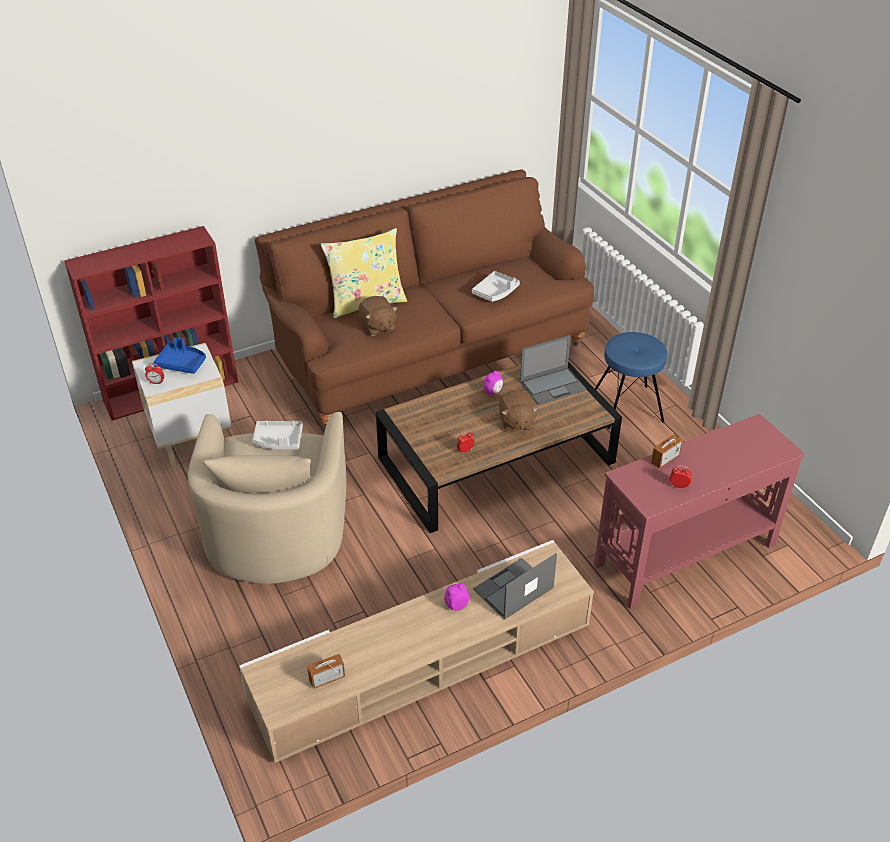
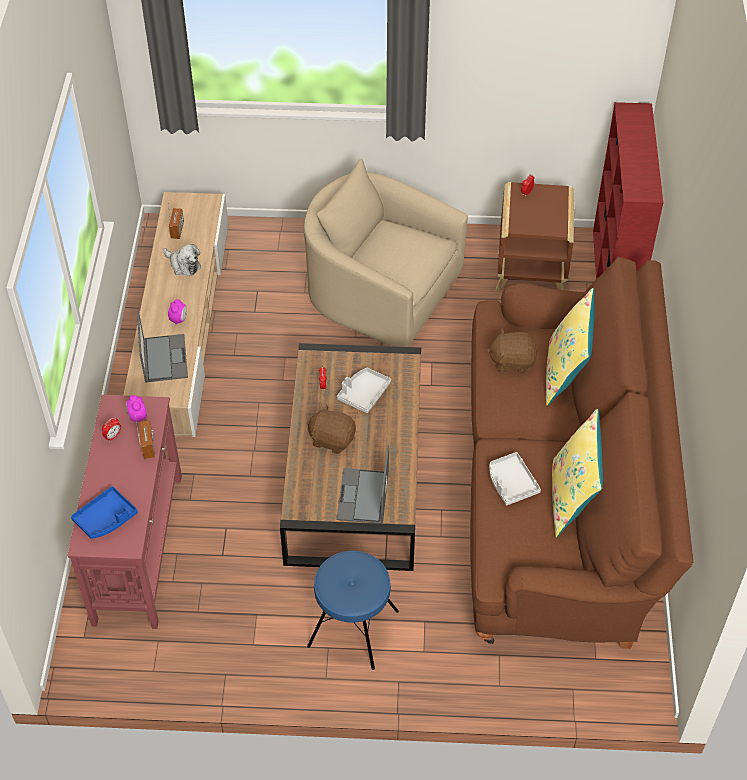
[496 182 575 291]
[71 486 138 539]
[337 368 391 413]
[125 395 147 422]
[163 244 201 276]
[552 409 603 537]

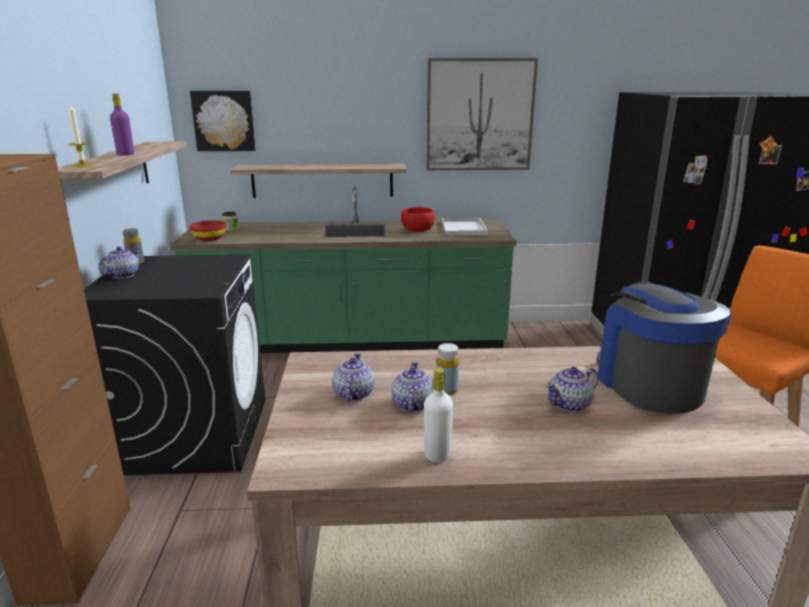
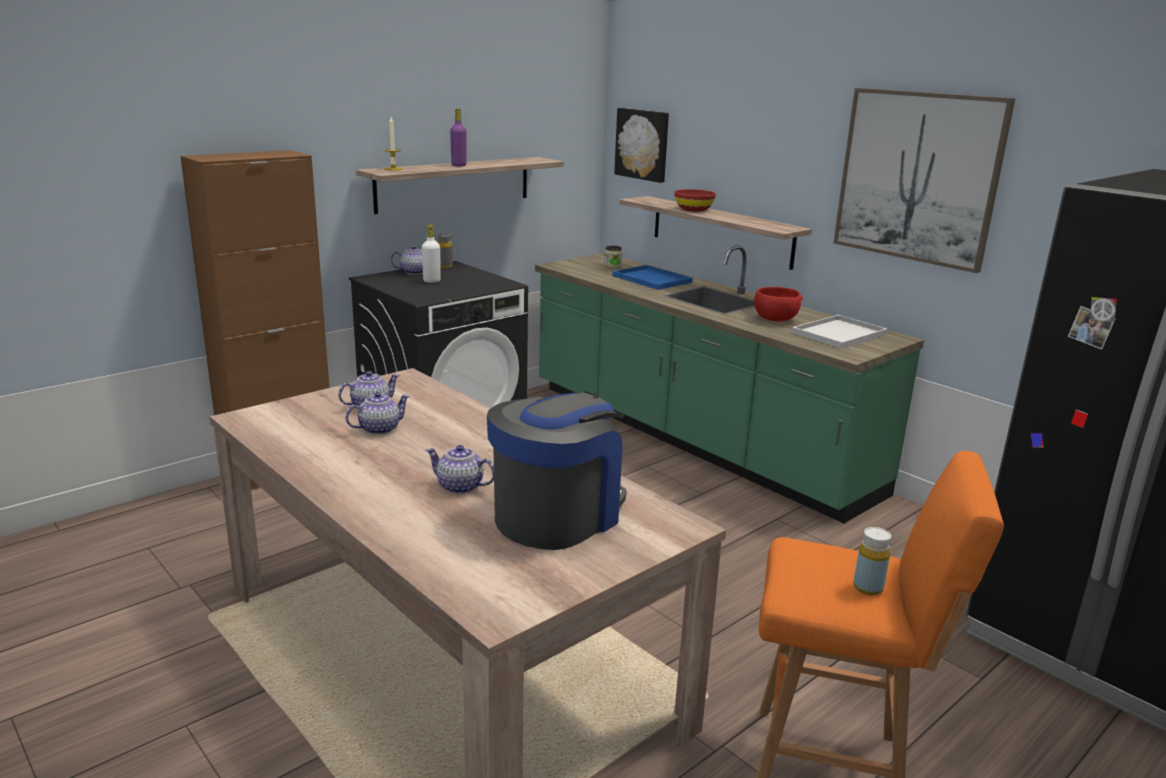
[675 189 716 212]
[422 225 441 283]
[853 527 891 595]
[613 265 693 290]

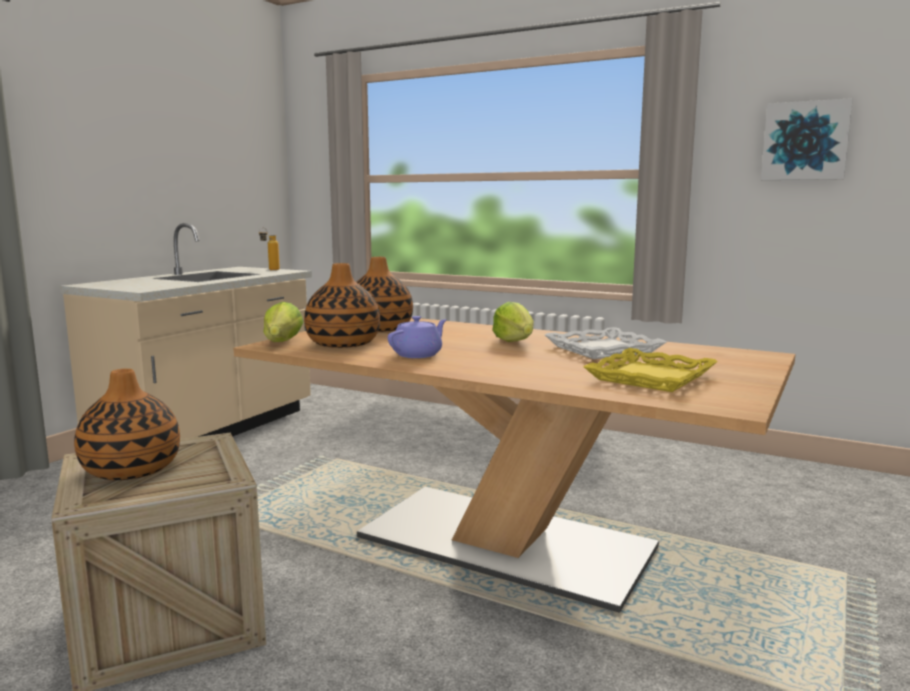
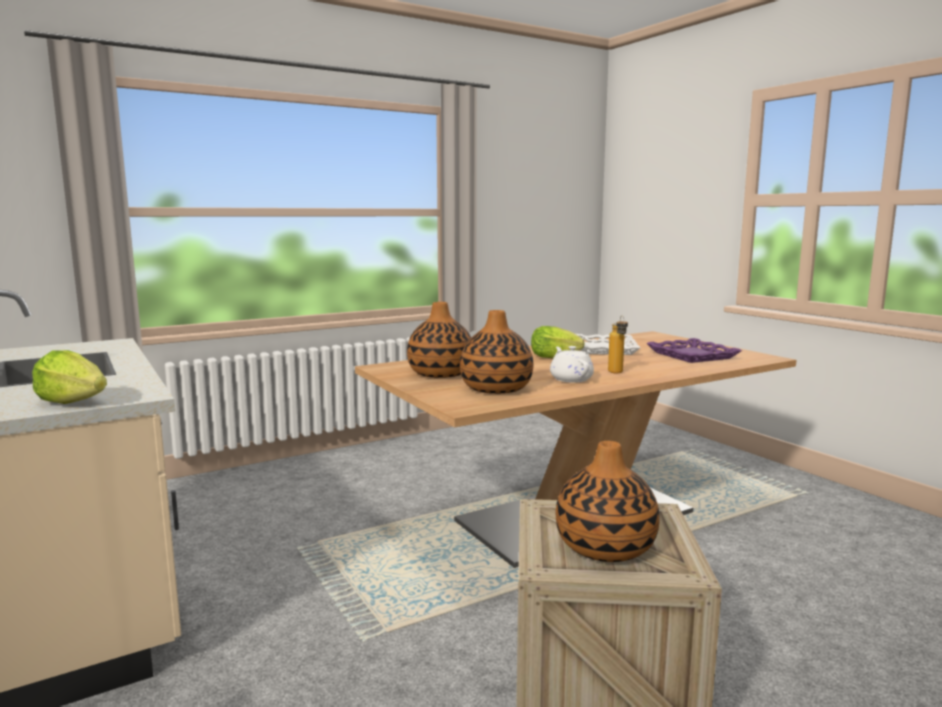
[608 315 628 373]
[32 350 107 404]
[550 346 594 383]
[646 338 742 363]
[761 98 853 180] (first image)

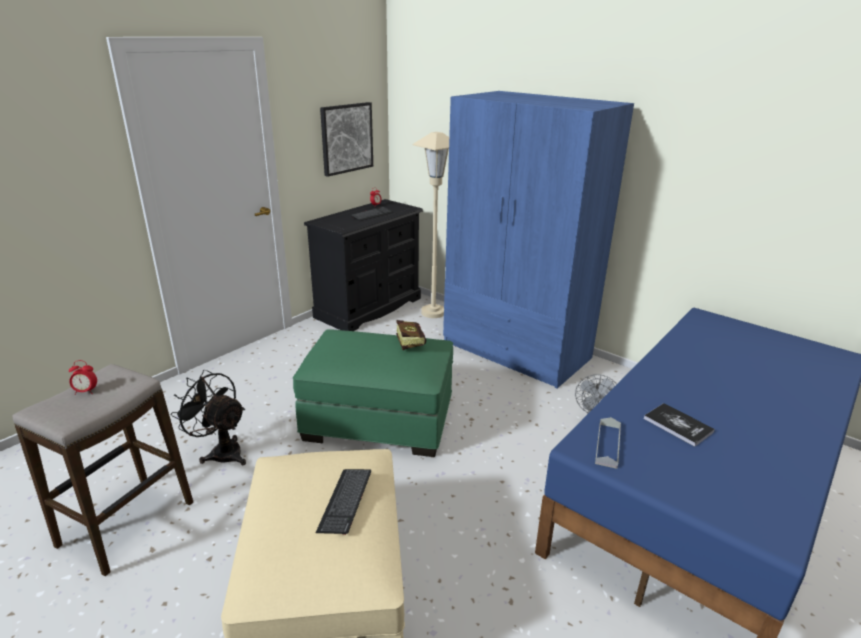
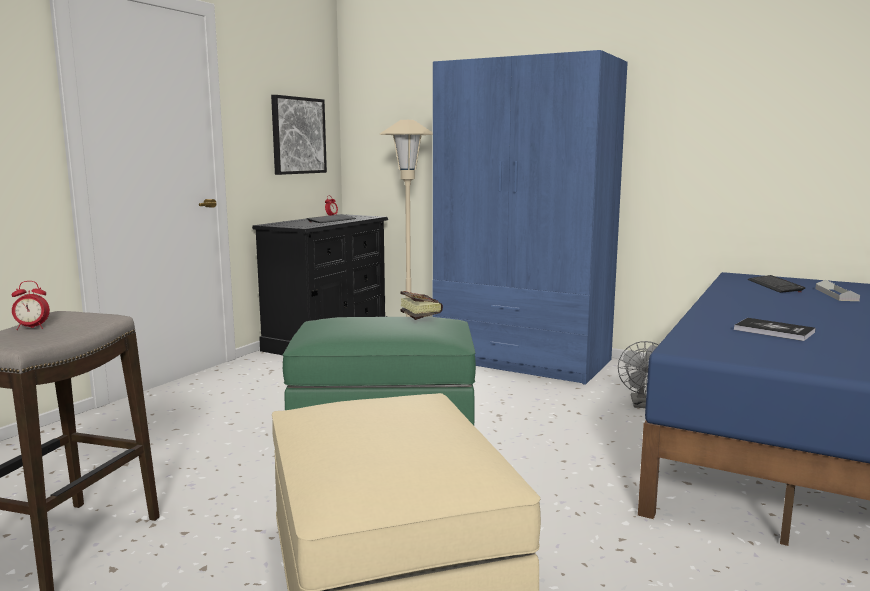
[171 369 246 465] (first image)
[747 275 805 293]
[815 280 860 301]

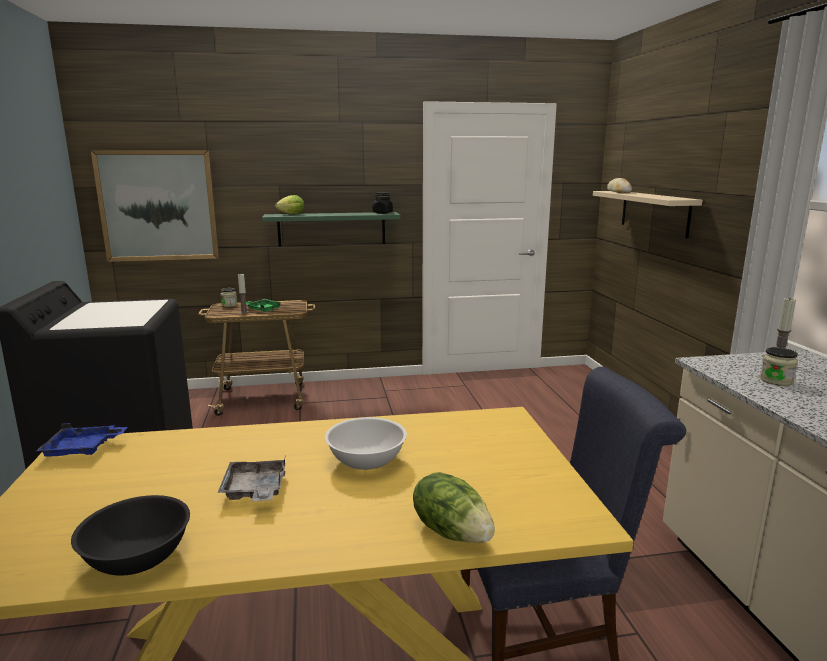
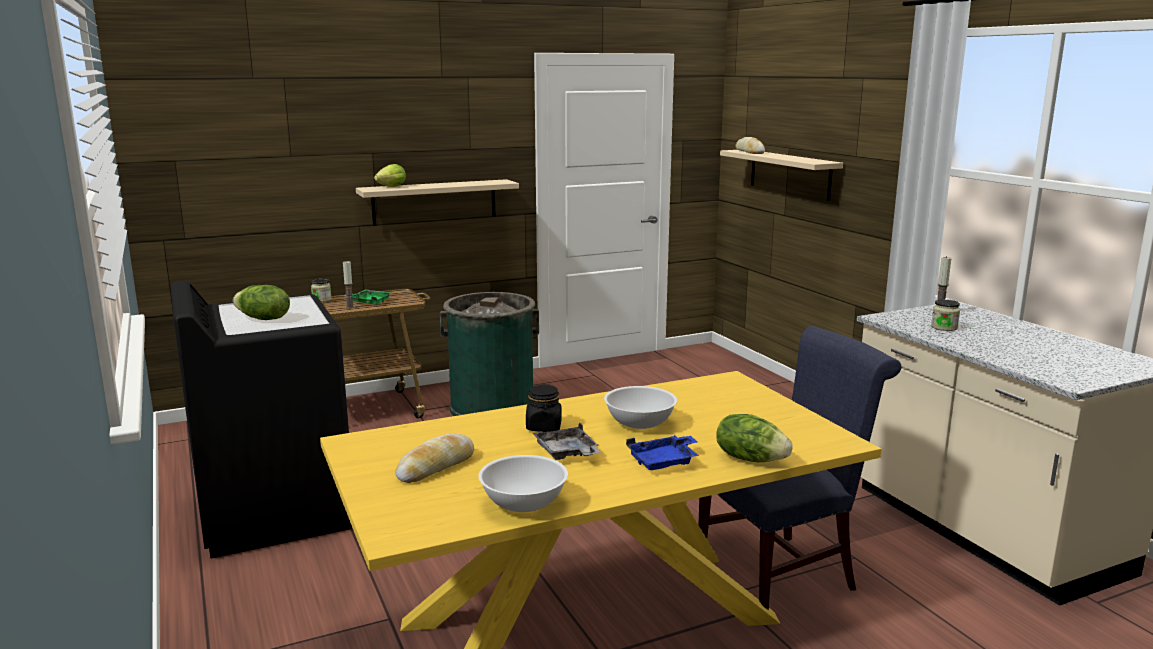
[626 436 699 470]
[478 455 568 512]
[91 150 219 262] (first image)
[356 179 519 226]
[526 384 562 432]
[233 285 290 320]
[395 433 474 483]
[440 292 539 416]

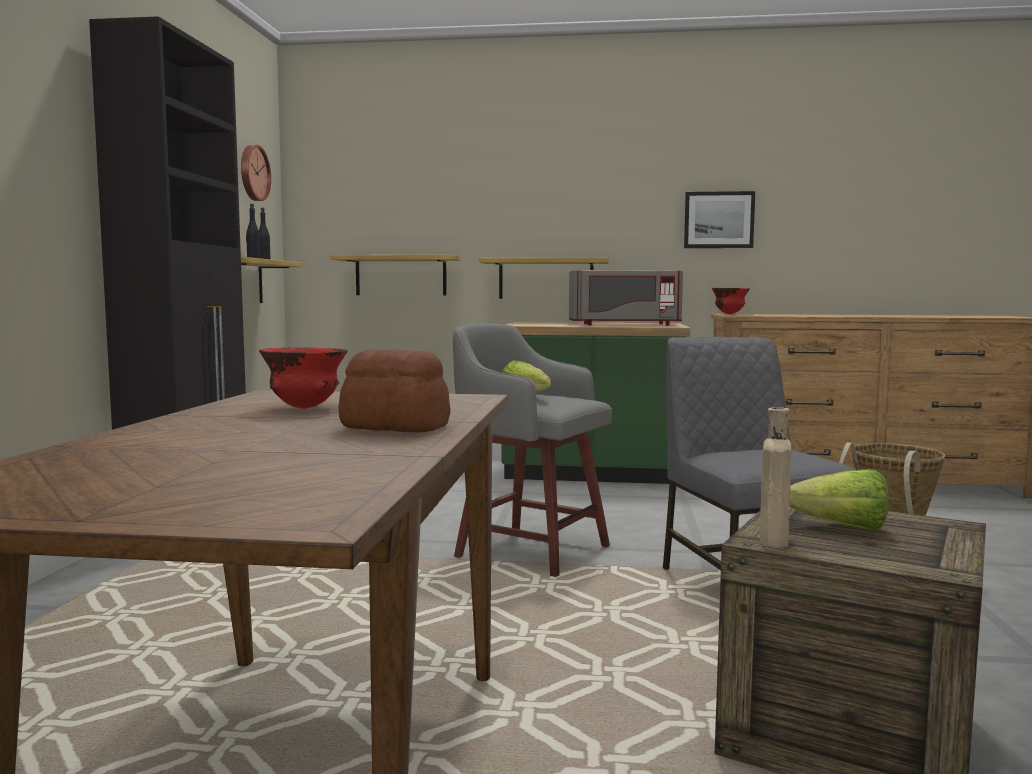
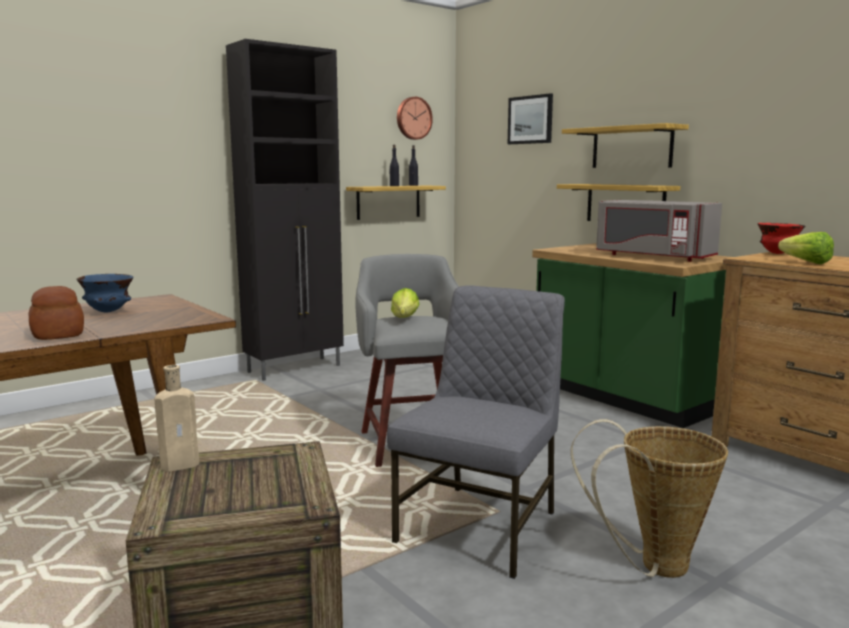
[76 274 133 313]
[562 123 689 168]
[508 93 553 144]
[778 232 834 264]

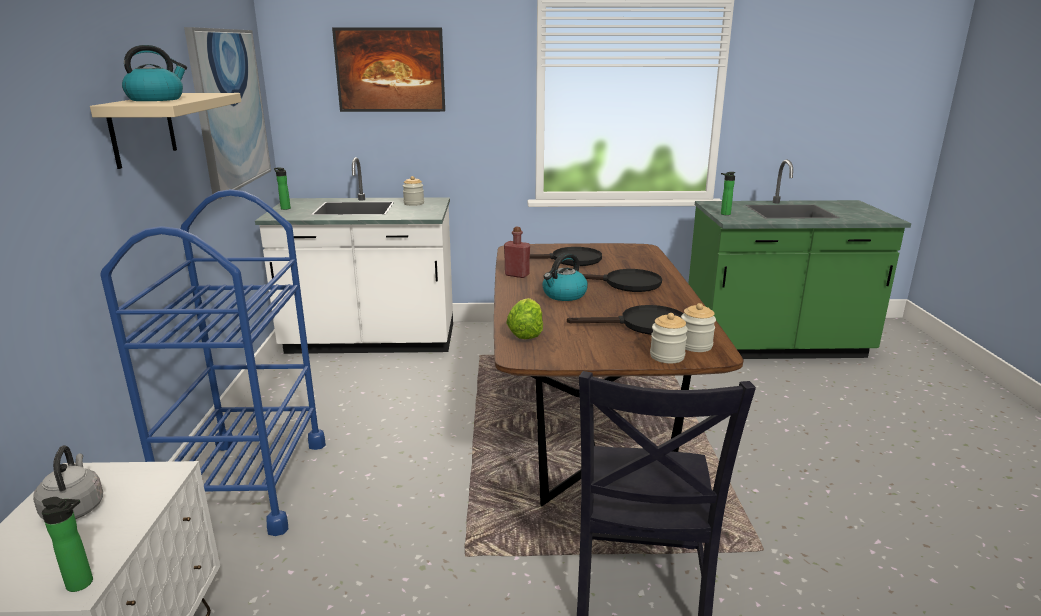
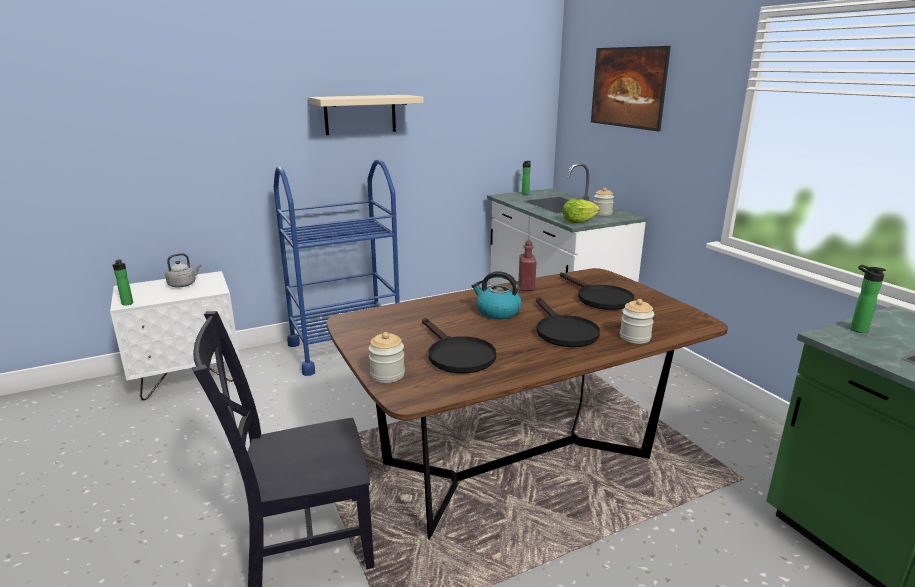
[122 45 187 101] (first image)
[184 27 271 199] (first image)
[563 199 600 223]
[620 299 654 344]

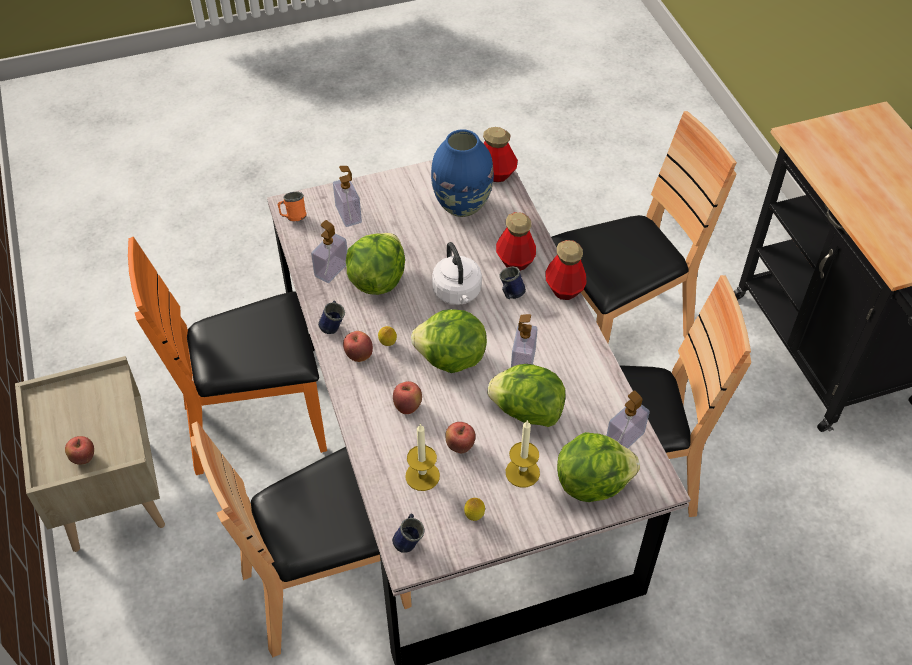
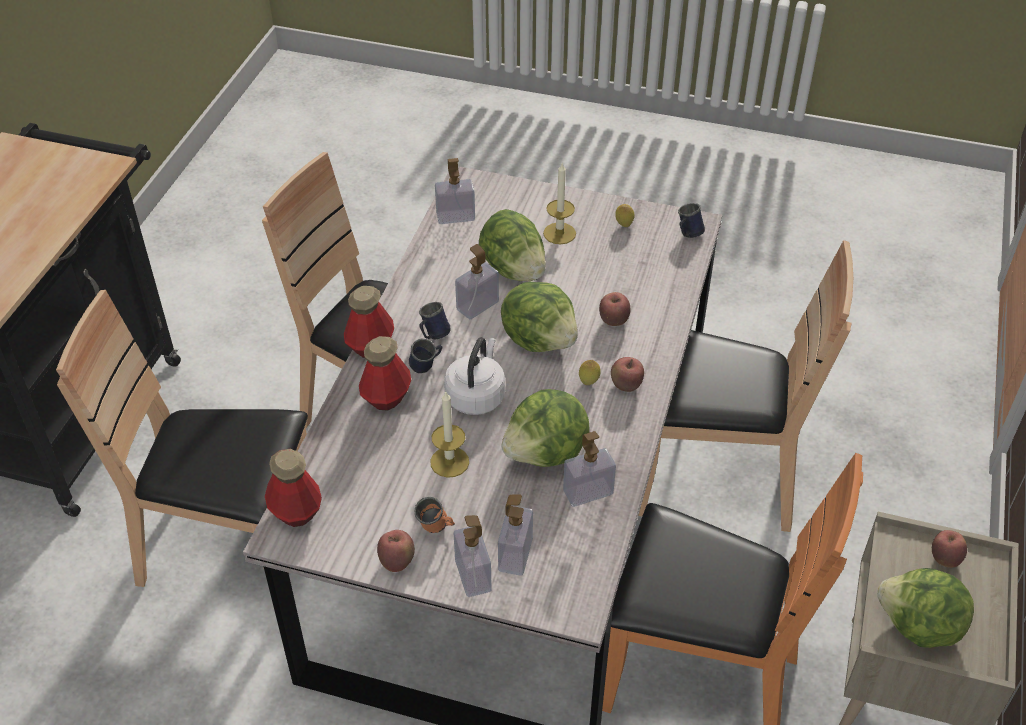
[415 497 455 533]
[419 302 451 339]
[430 392 469 478]
[431 129 494 217] (first image)
[377 530 415 572]
[877 568 974 648]
[454 515 492 597]

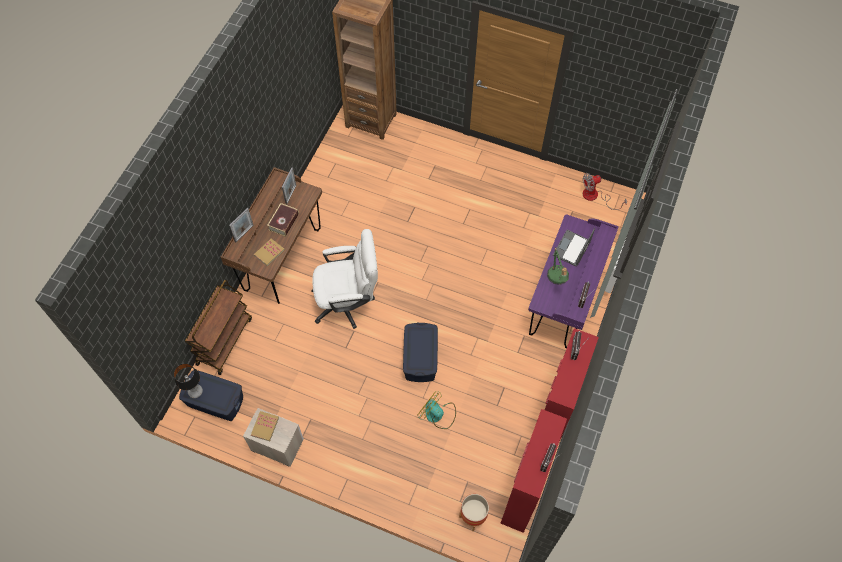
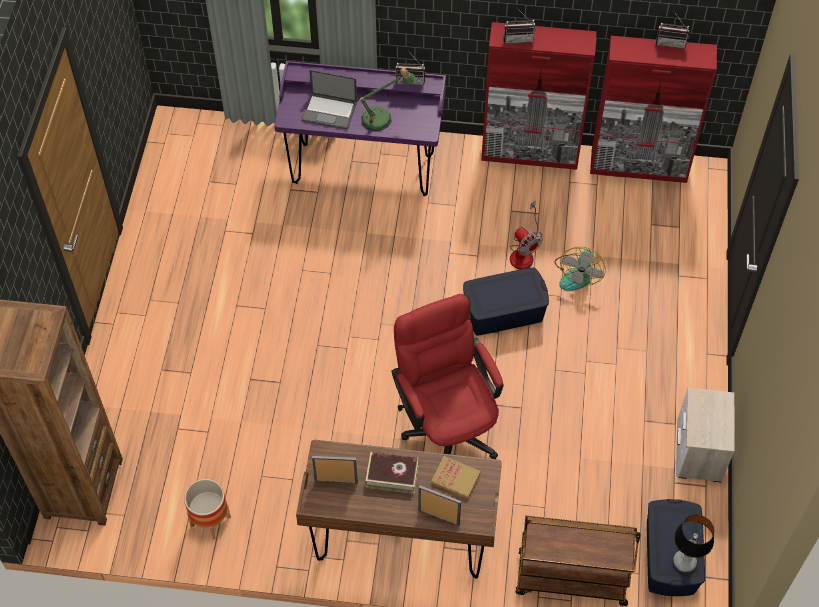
[251 411 279 441] (first image)
[391 294 504 459]
[184 479 231 540]
[510 201 543 269]

